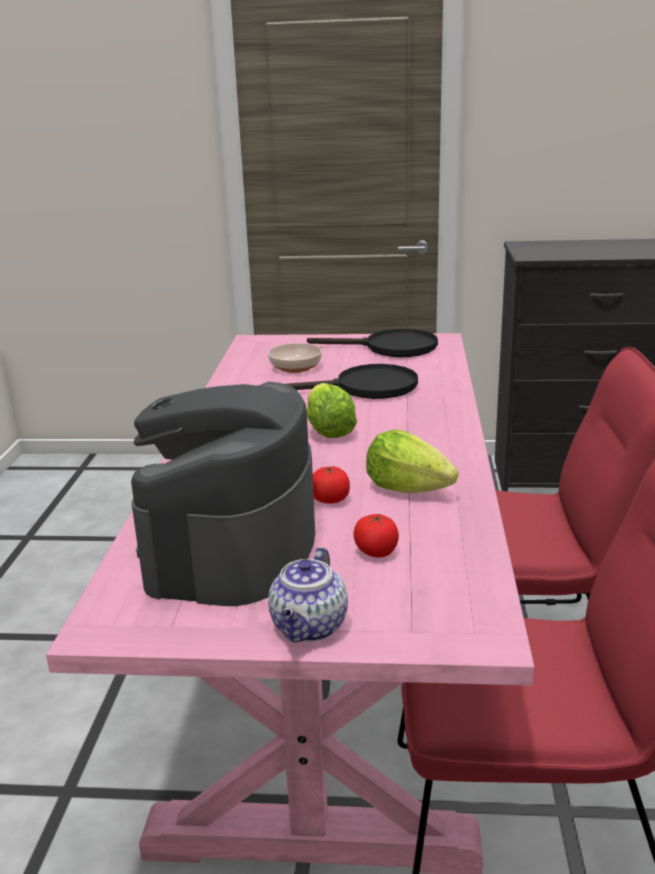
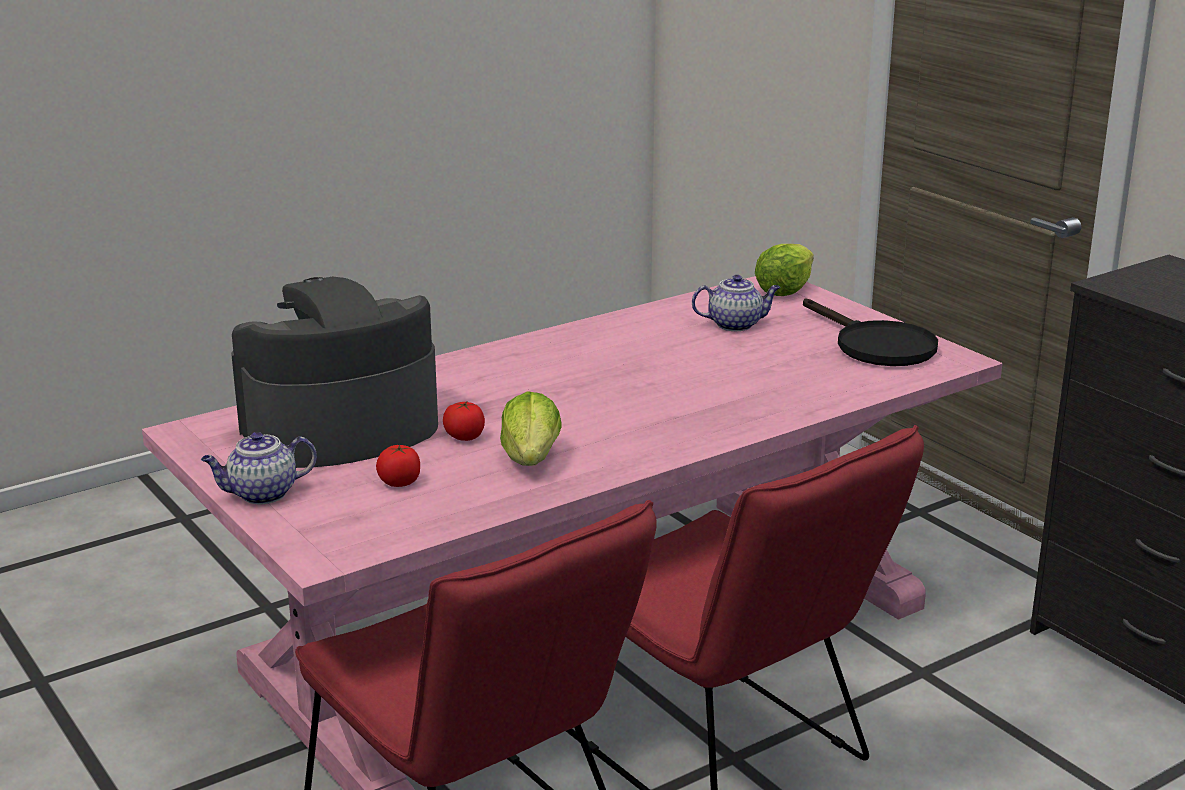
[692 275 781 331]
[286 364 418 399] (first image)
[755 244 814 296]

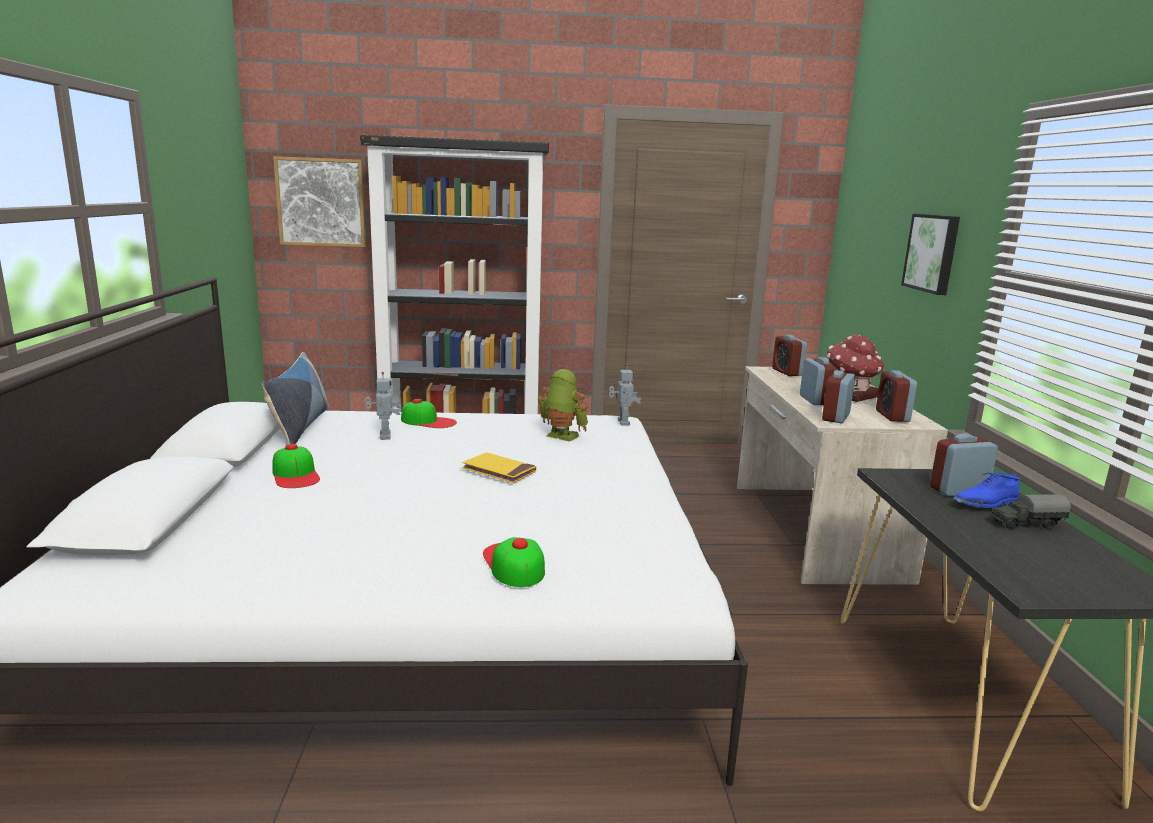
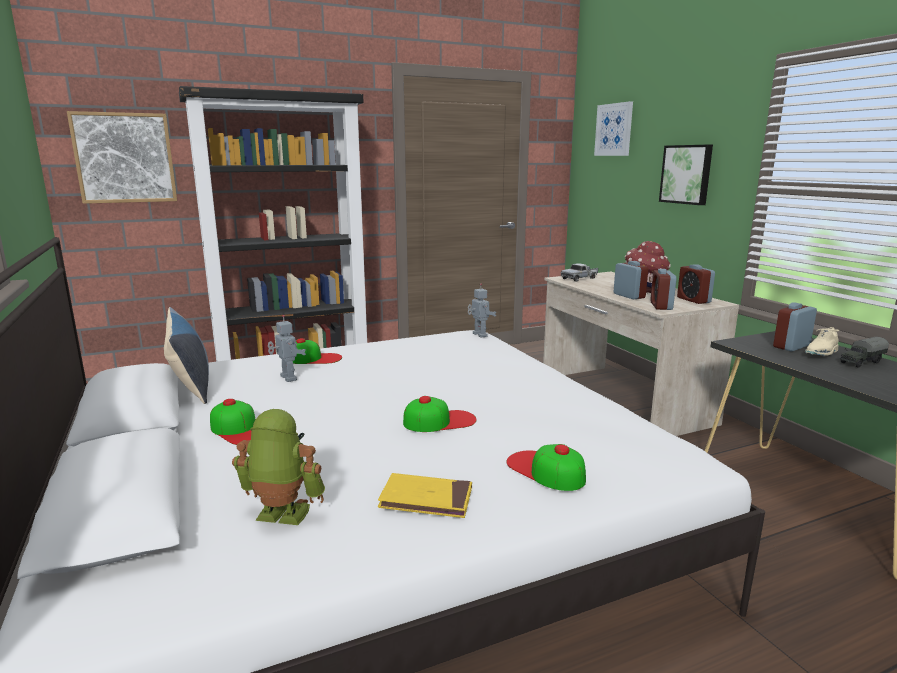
[378 473 472 518]
[232 409 325 525]
[561 263 598 282]
[805 327 839 356]
[403 396 477 432]
[594 101 633 156]

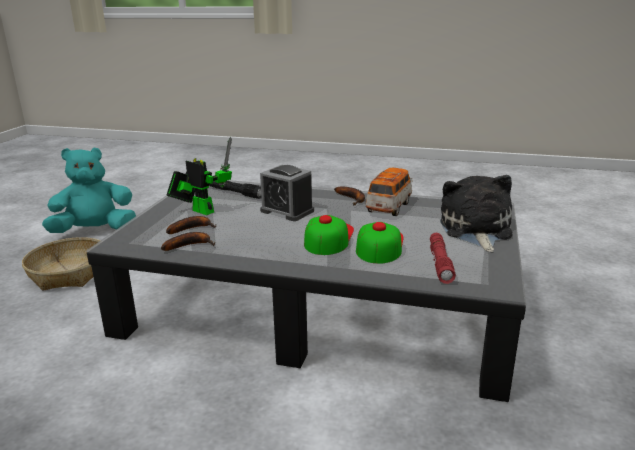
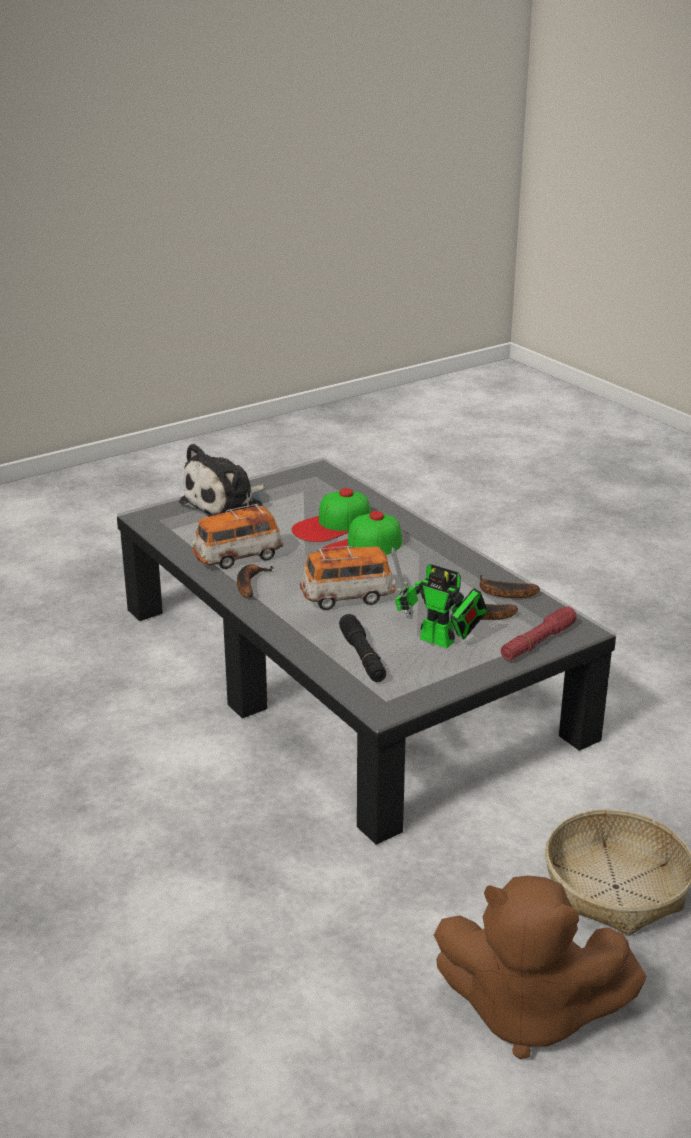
[434 876 646 1059]
[391 547 487 648]
[300 546 396 610]
[501 606 577 660]

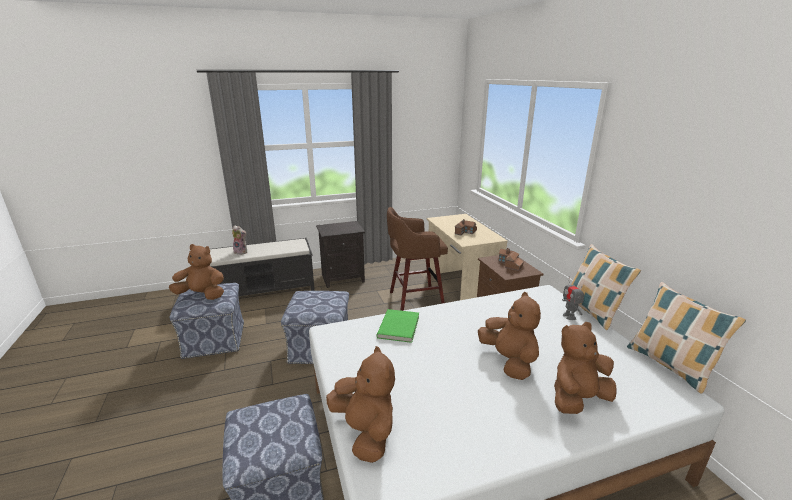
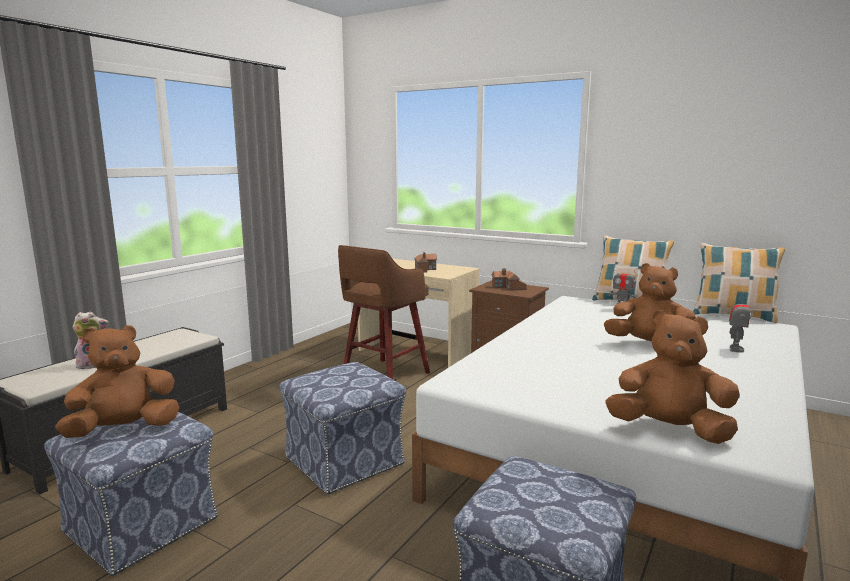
[316 221 365 288] (first image)
[377 309 419 343] (first image)
[729 294 751 353]

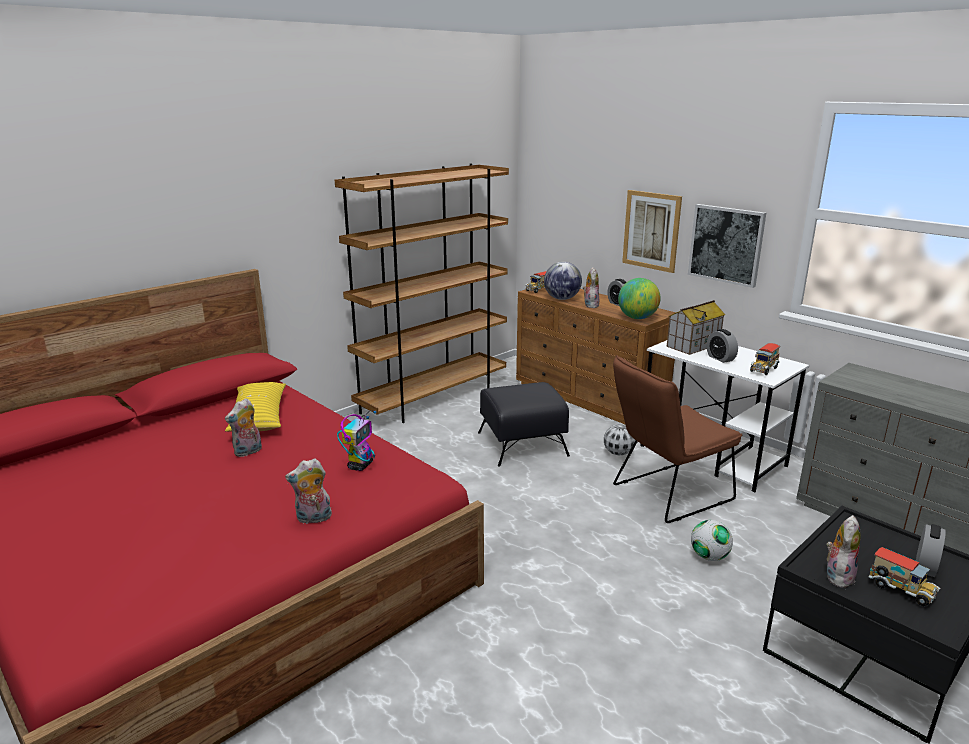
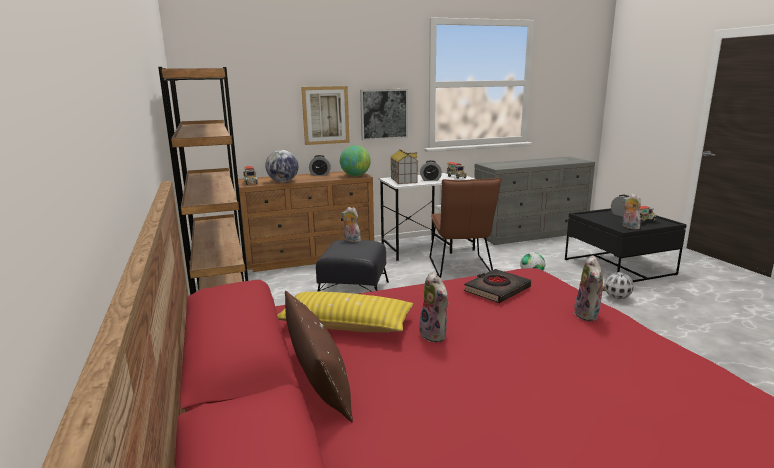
[464 269 531 303]
[341 207 361 242]
[604 272 634 299]
[285 291 353 422]

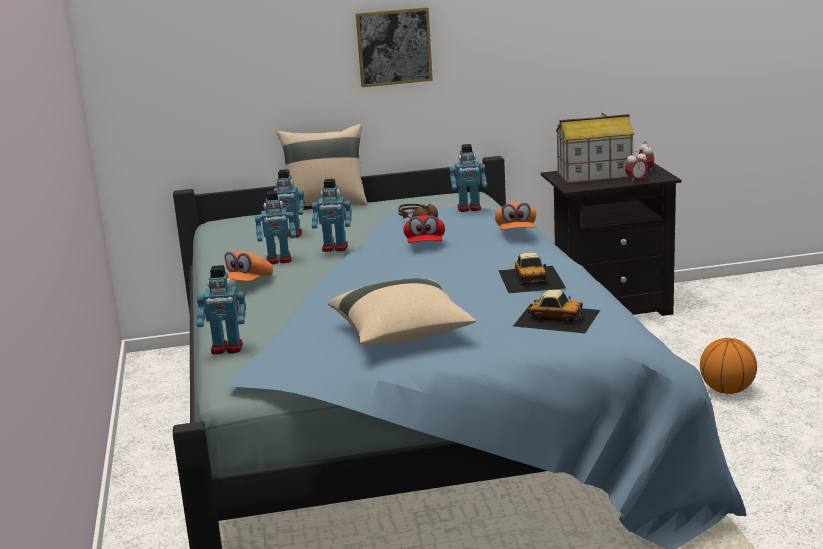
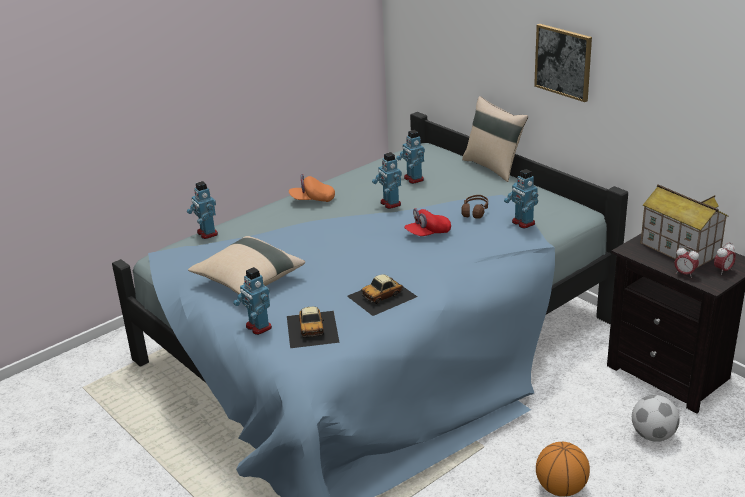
[233 267 272 335]
[495 202 536 230] (first image)
[632 395 680 442]

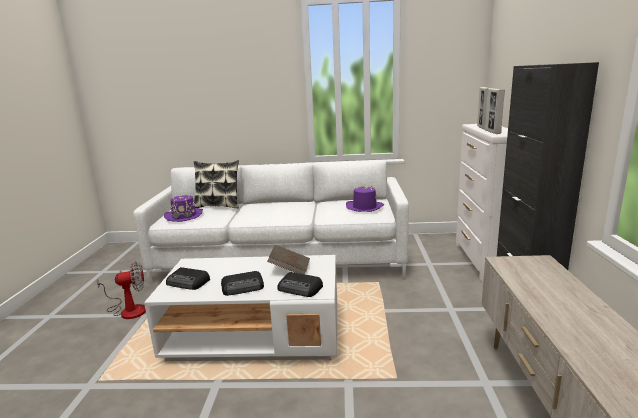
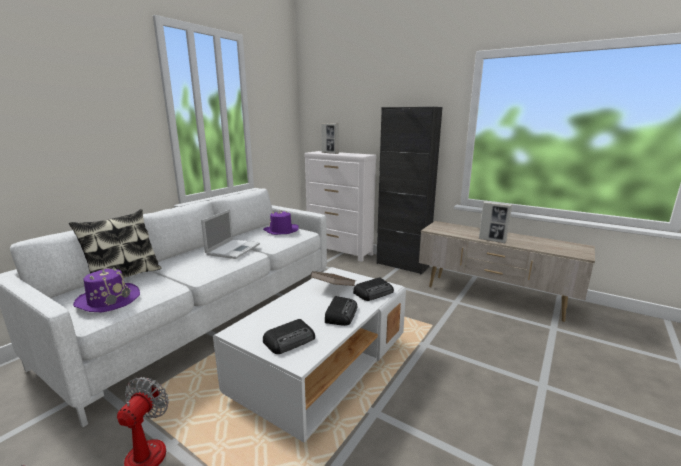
[479 201 512 244]
[201 209 260 259]

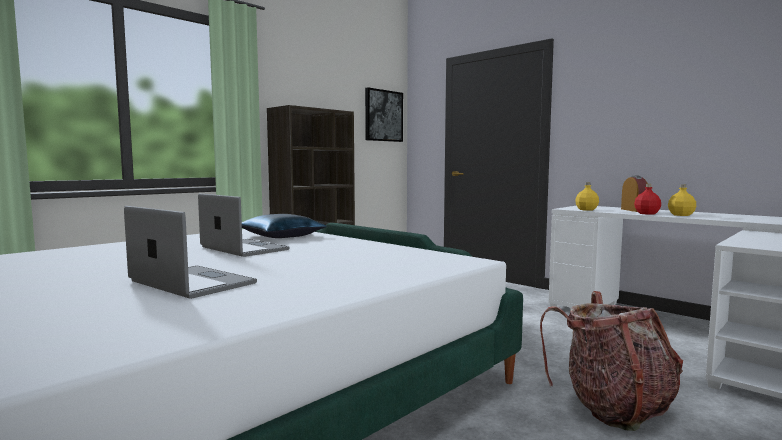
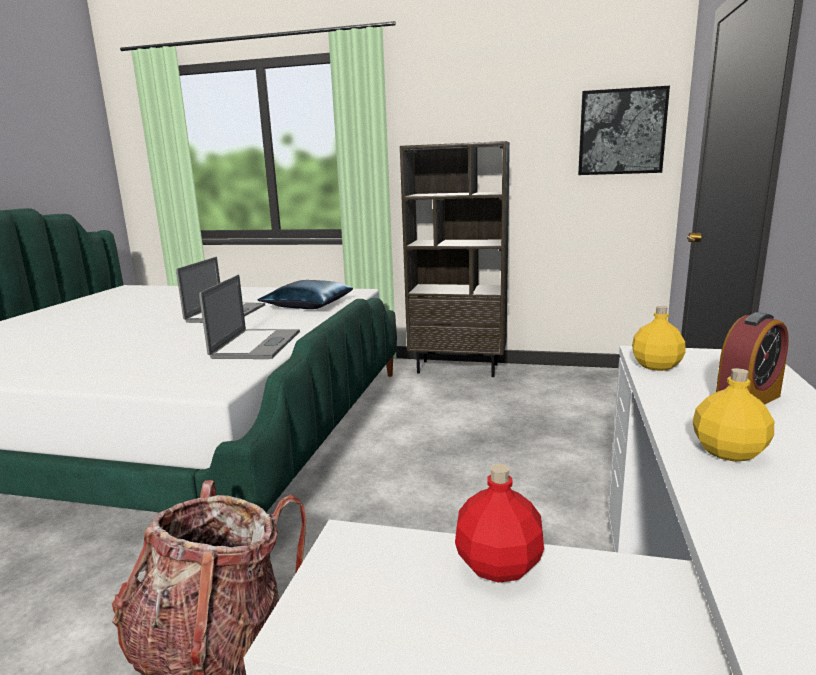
[199 275 300 359]
[455 464 544 583]

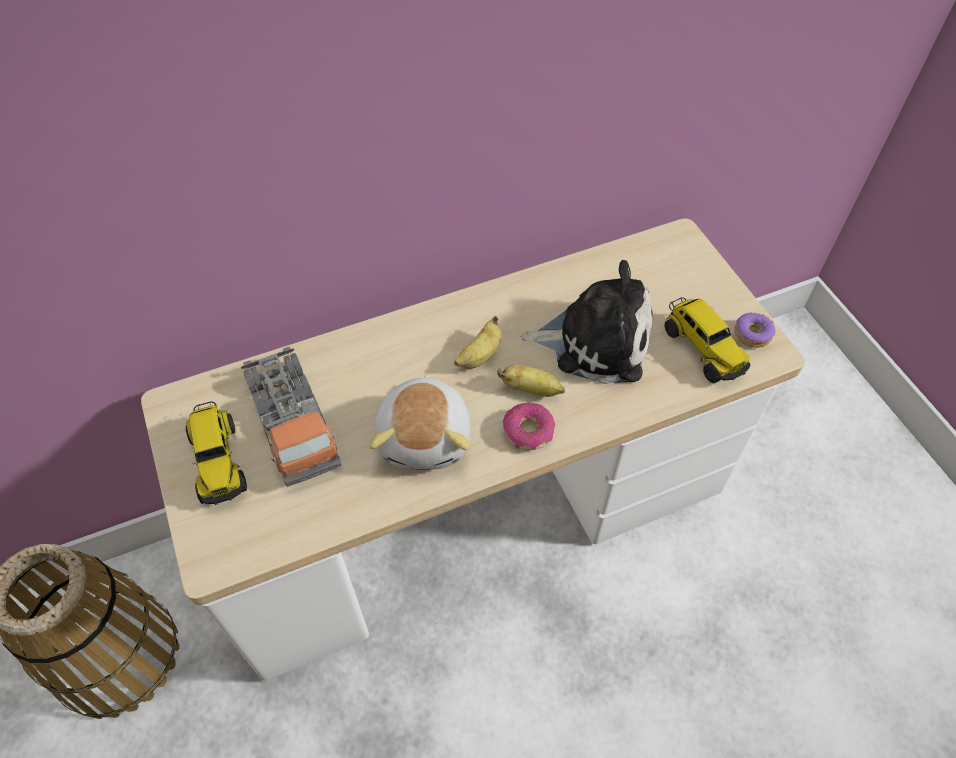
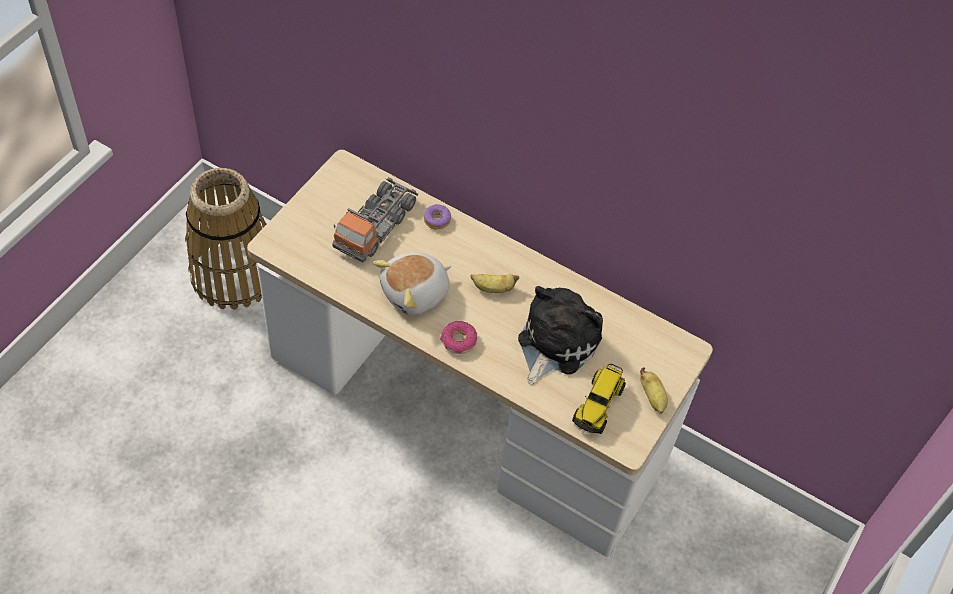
[186 401 247 505] (first image)
[640 367 668 414]
[518 286 603 385]
[424 204 451 229]

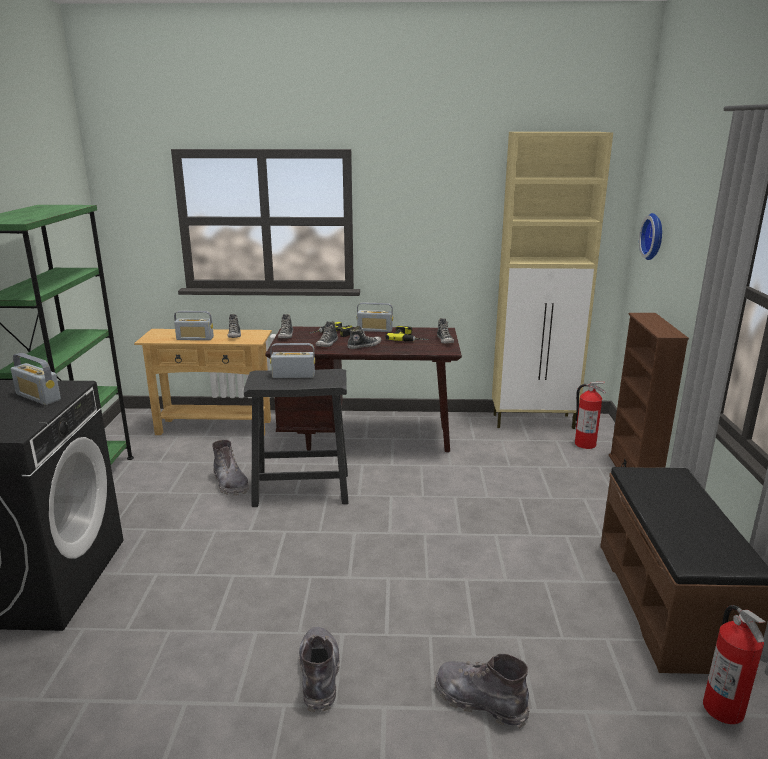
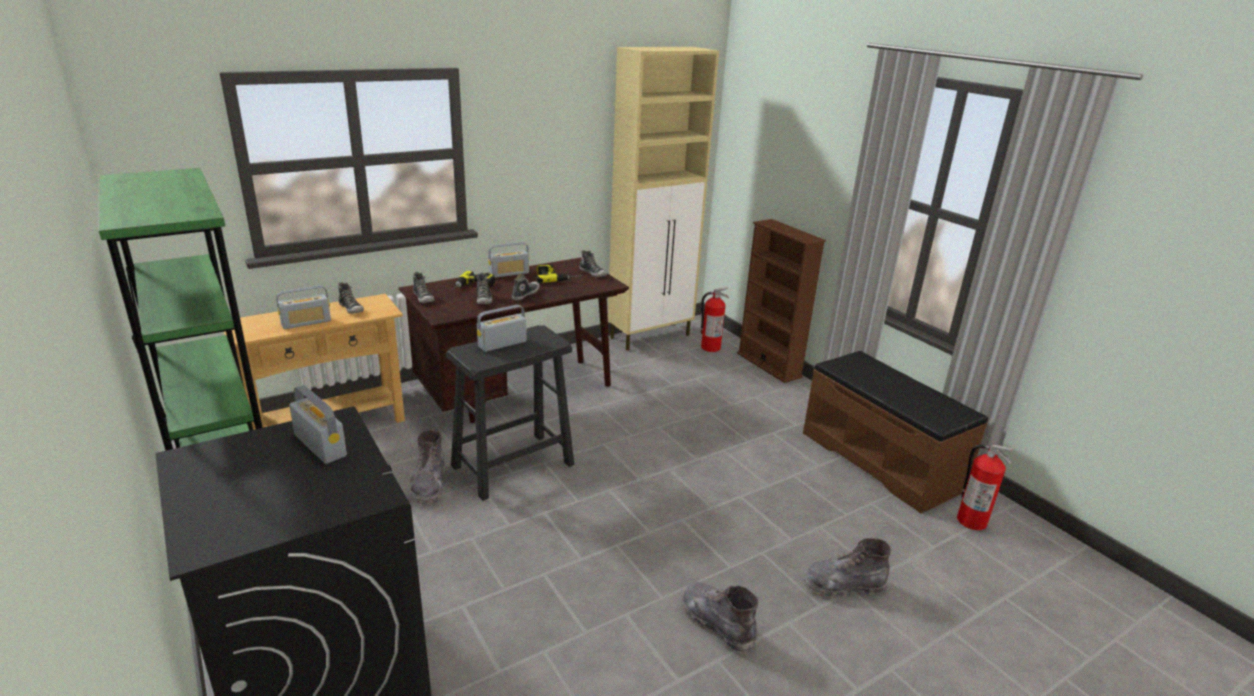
[289 385 347 464]
[410 430 445 504]
[639 213 662 260] (first image)

